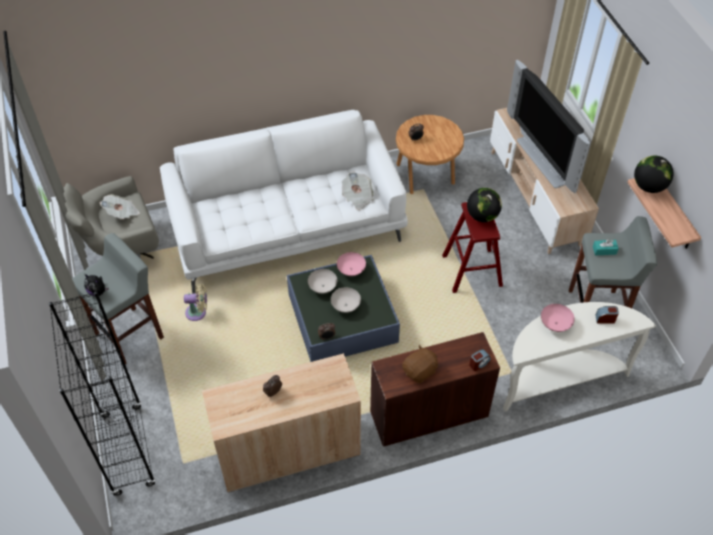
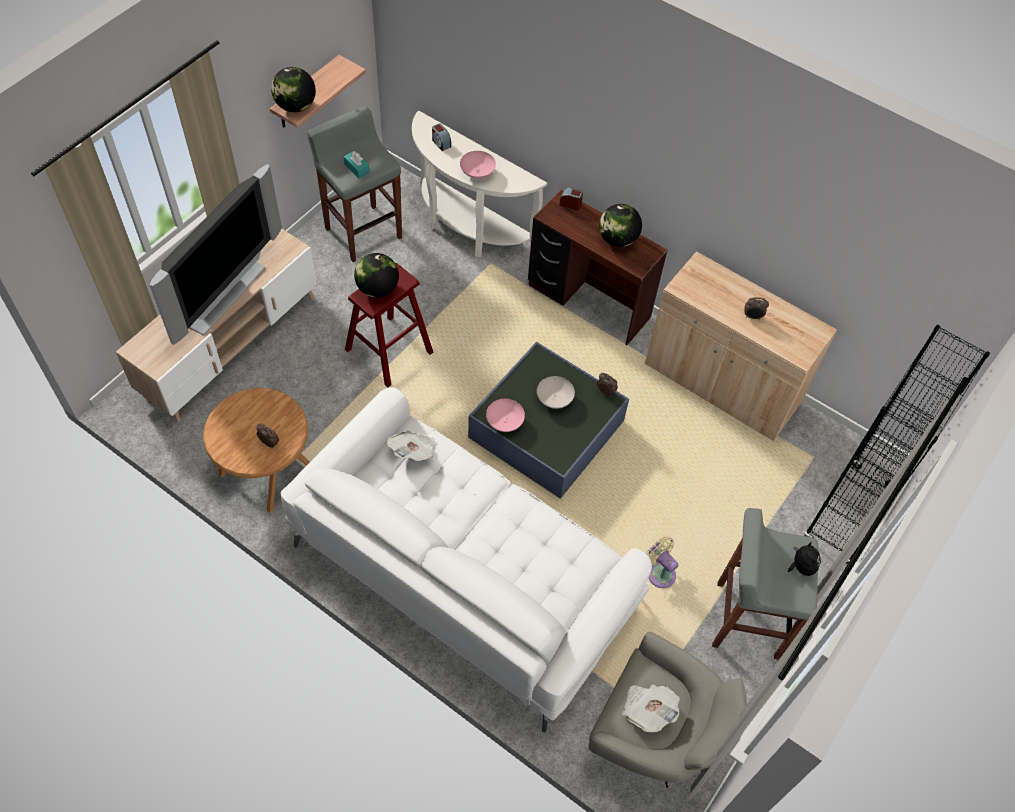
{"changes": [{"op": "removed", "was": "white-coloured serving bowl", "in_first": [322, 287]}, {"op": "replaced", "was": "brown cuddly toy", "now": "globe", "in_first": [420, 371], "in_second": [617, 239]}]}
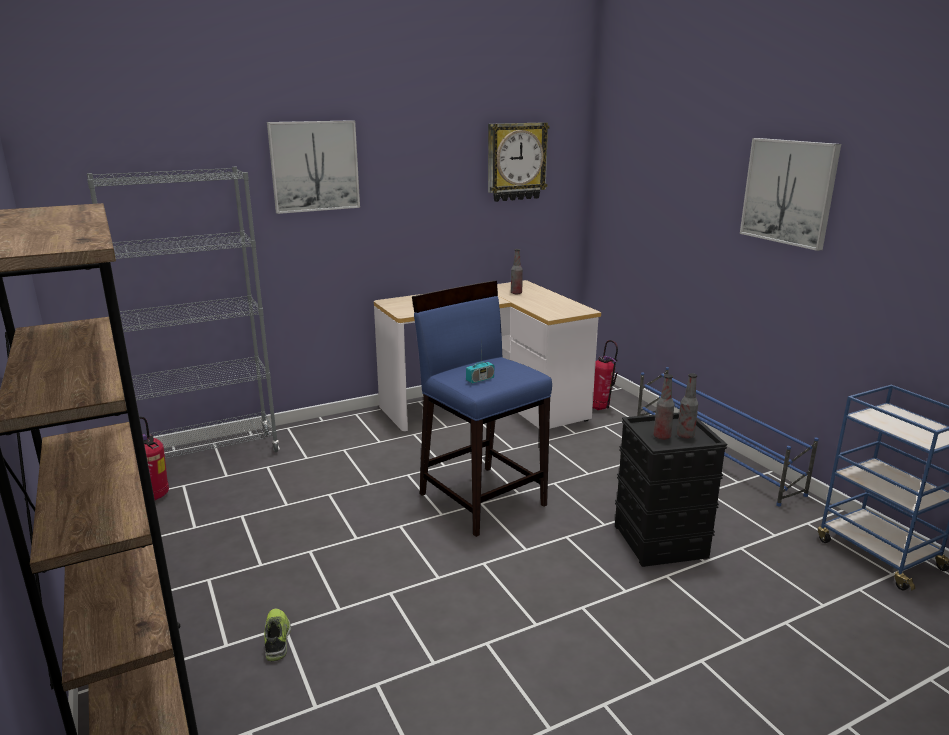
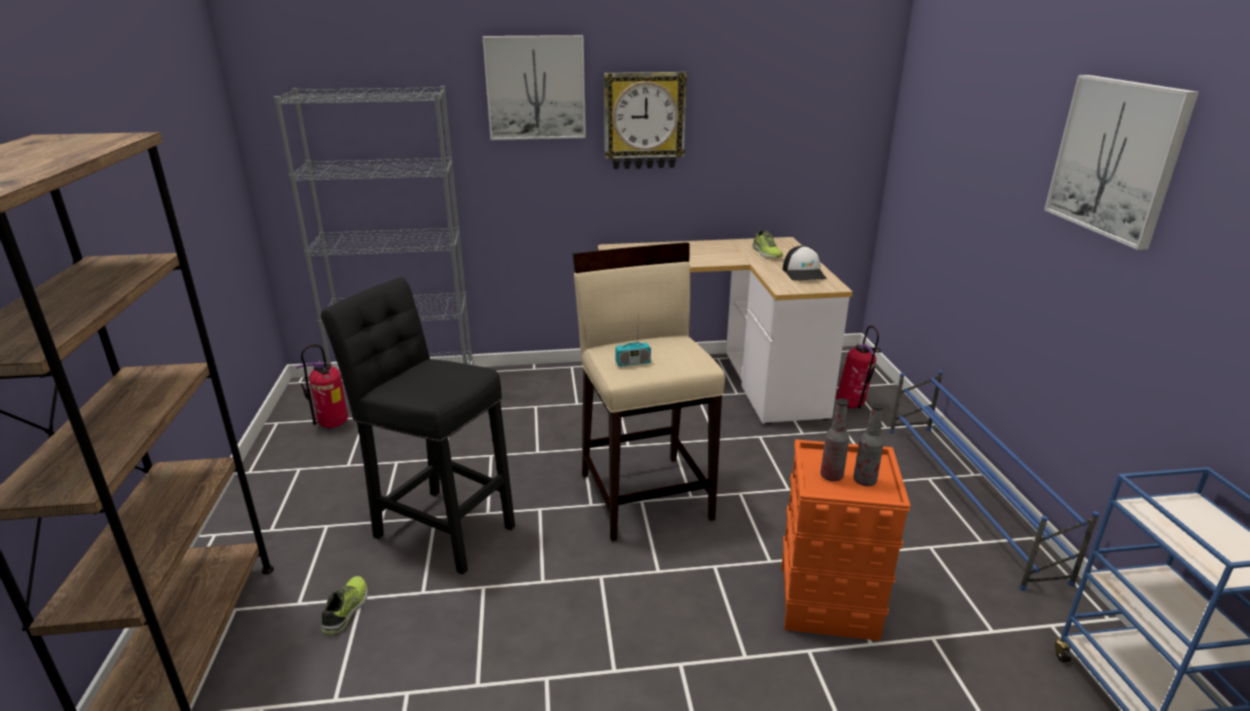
{"changes": [{"op": "added", "now": "black-coloured stool seat", "in_second": [440, 527]}, {"op": "added", "now": "baseball cap", "in_second": [804, 273]}, {"op": "moved", "was": "clock on the wall", "in_first": [516, 161], "in_second": [644, 121]}, {"op": "replaced", "was": "drink bottle", "now": "item of footwear", "in_first": [516, 293], "in_second": [766, 253]}, {"op": "recoloured", "was": "blue-coloured stool seat", "now": "beige stool seat", "in_first": [482, 498], "in_second": [646, 495]}, {"op": "recoloured", "was": "black-coloured storage box", "now": "orange-coloured storage box", "in_first": [661, 542], "in_second": [829, 602]}]}
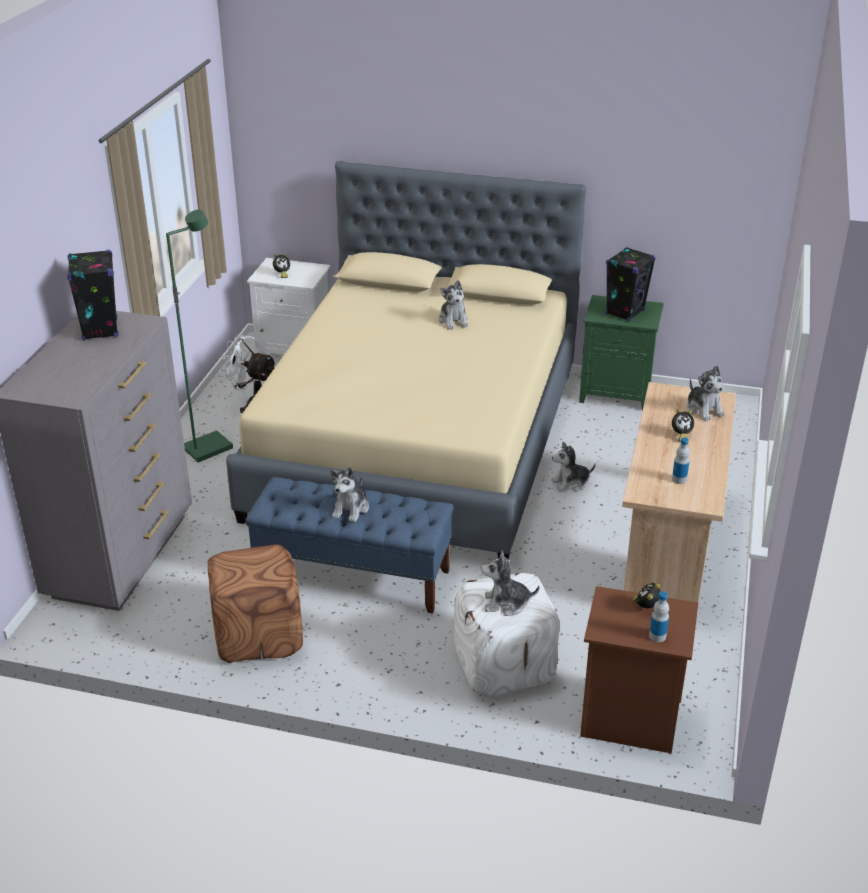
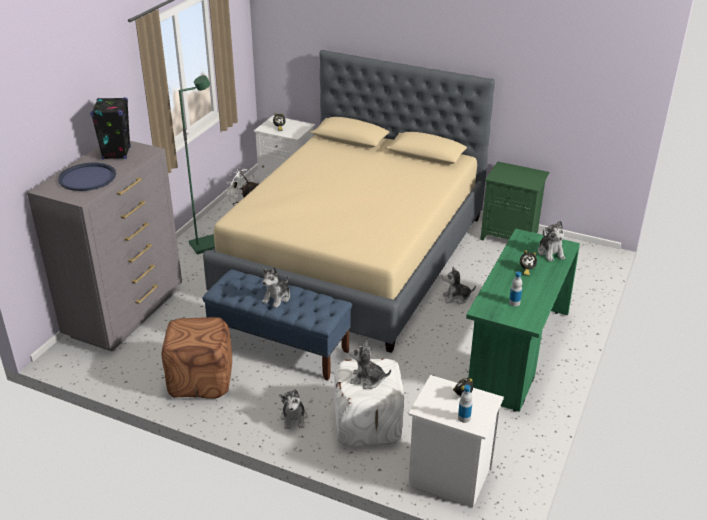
{"changes": [{"op": "removed", "was": "black-coloured loudspeaker", "in_first": [625, 312]}, {"op": "added", "now": "blue-coloured tray", "in_second": [87, 178]}, {"op": "moved", "was": "cuddly toy", "in_first": [453, 320], "in_second": [294, 418]}, {"op": "recoloured", "was": "brown night table", "now": "white-coloured night table", "in_first": [628, 719], "in_second": [447, 477]}, {"op": "recoloured", "was": "beige desk", "now": "green desk", "in_first": [669, 547], "in_second": [516, 353]}]}
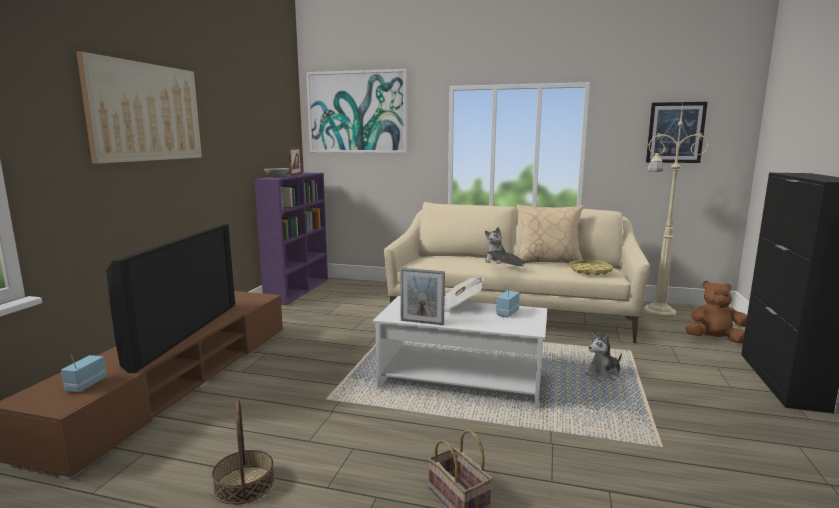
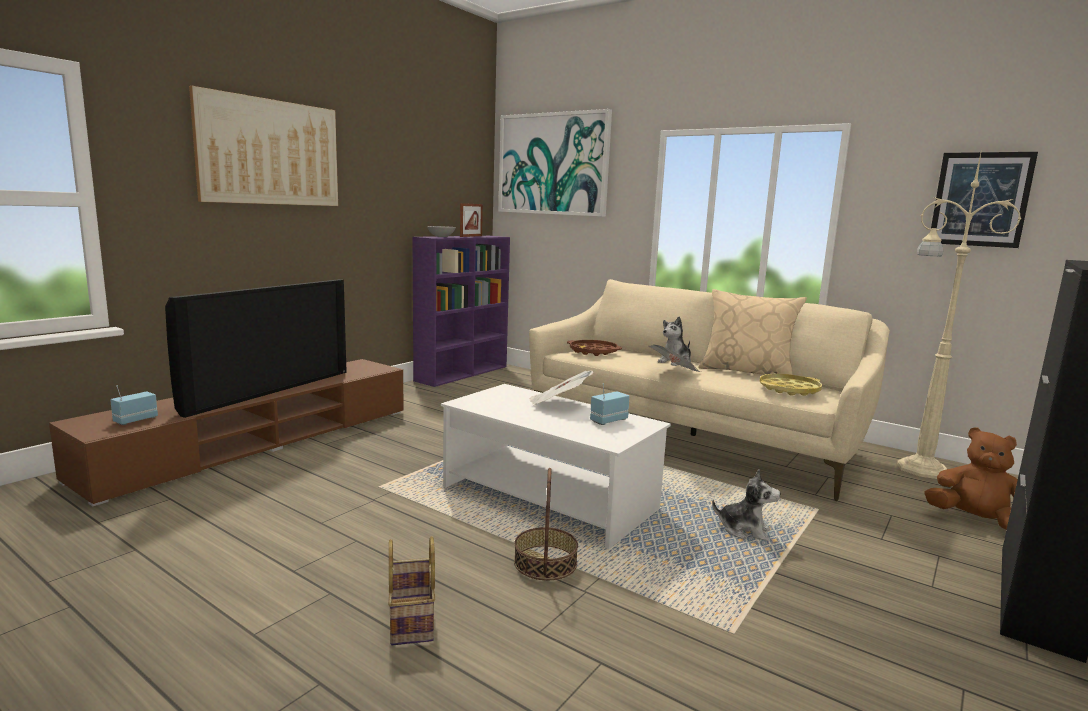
{"changes": [{"op": "removed", "was": "photo frame", "in_first": [422, 322]}, {"op": "added", "now": "brown tray", "in_second": [593, 352]}, {"op": "moved", "was": "storage basket", "in_first": [244, 484], "in_second": [545, 562]}, {"op": "turned", "was": "cuddly toy", "in_first": [603, 374], "in_second": [744, 530], "clockwise": -150}]}
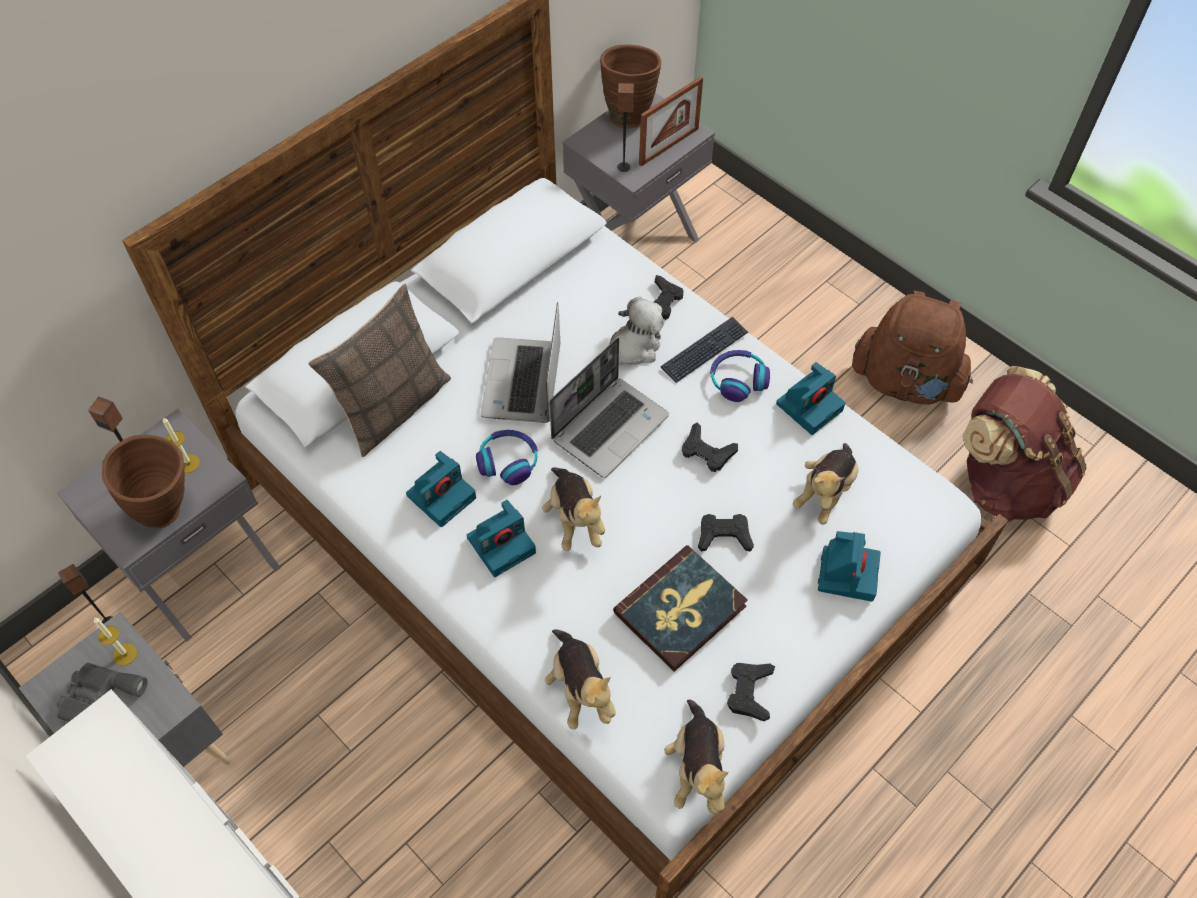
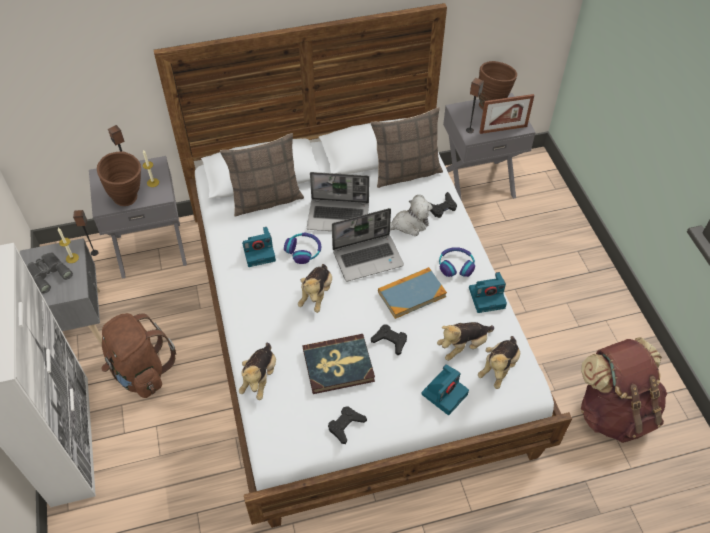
{"changes": [{"op": "removed", "was": "photo camera", "in_first": [502, 544]}, {"op": "removed", "was": "keyboard", "in_first": [704, 351]}, {"op": "added", "now": "cushion", "in_second": [406, 172]}, {"op": "moved", "was": "cuddly toy", "in_first": [697, 768], "in_second": [499, 368]}, {"op": "moved", "was": "brown rucksack", "in_first": [905, 382], "in_second": [141, 371]}, {"op": "replaced", "was": "black-coloured gamepad", "now": "bound book", "in_first": [707, 451], "in_second": [411, 294]}, {"op": "turned", "was": "laptop", "in_first": [523, 383], "in_second": [339, 216], "clockwise": -120}]}
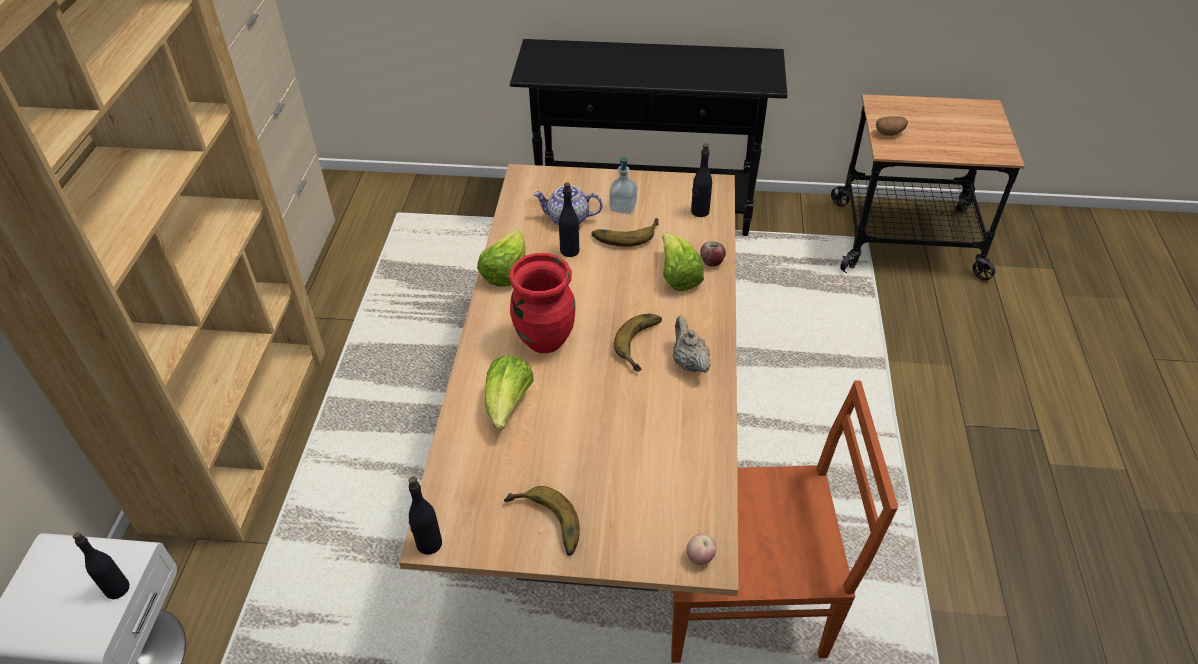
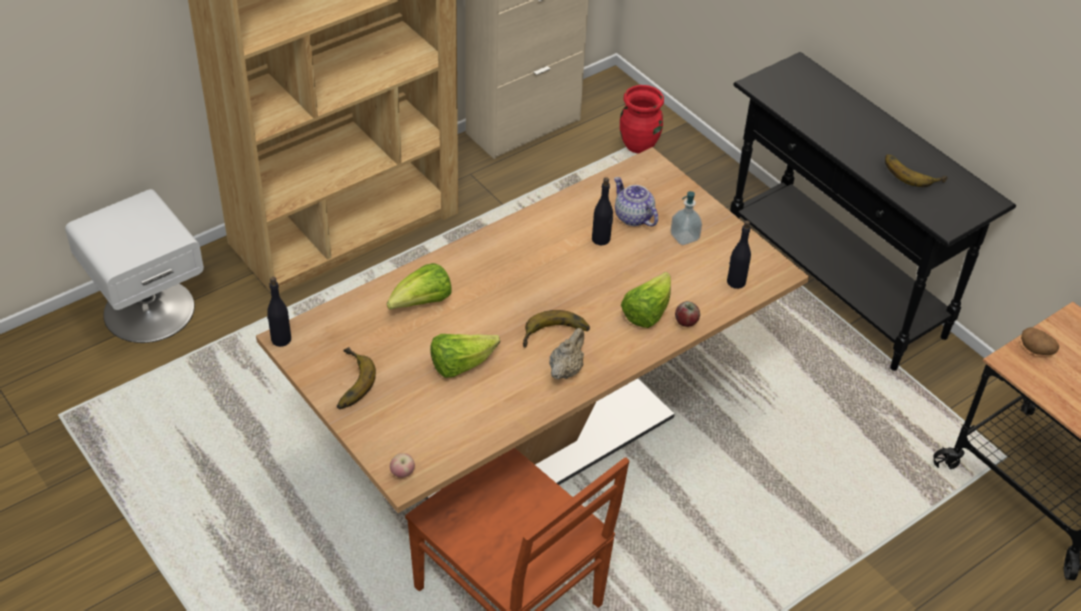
{"changes": [{"op": "removed", "was": "black-coloured drink bottle", "in_first": [117, 588]}, {"op": "moved", "was": "lettuce", "in_first": [506, 272], "in_second": [460, 365]}, {"op": "moved", "was": "red-coloured flower vase", "in_first": [545, 339], "in_second": [639, 146]}, {"op": "moved", "was": "banana", "in_first": [625, 233], "in_second": [912, 172]}]}
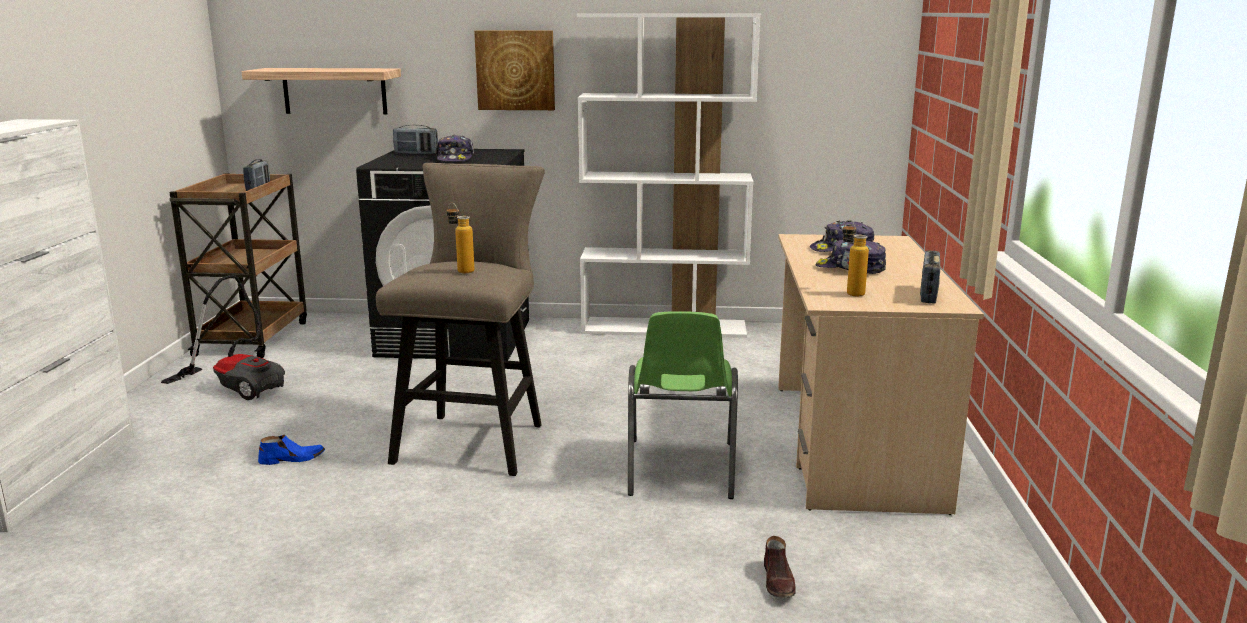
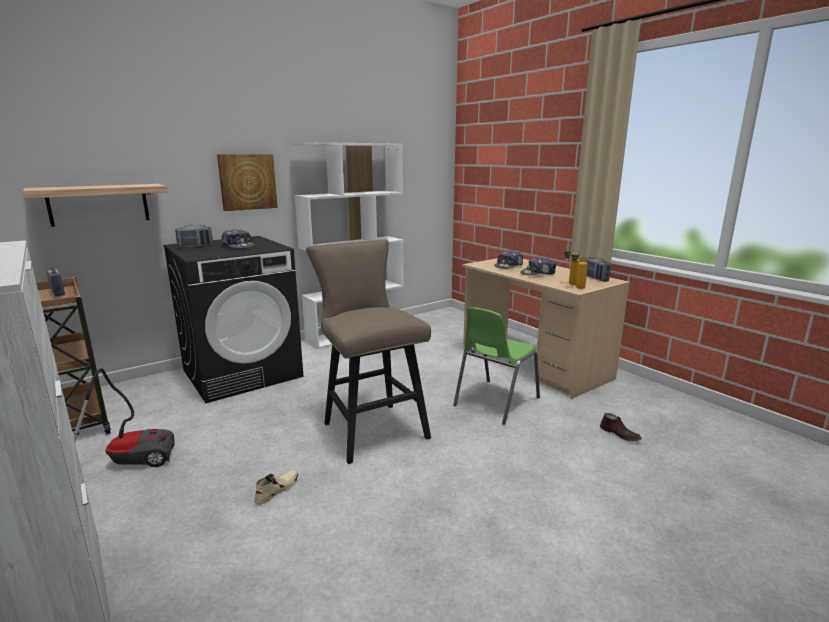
{"changes": [{"op": "moved", "was": "drink bottle", "in_first": [461, 270], "in_second": [576, 287]}, {"op": "recoloured", "was": "blue-coloured item of footwear", "now": "beige item of footwear", "in_first": [292, 459], "in_second": [276, 490]}, {"op": "turned", "was": "green upright chair", "in_first": [680, 469], "in_second": [495, 402], "clockwise": 75}]}
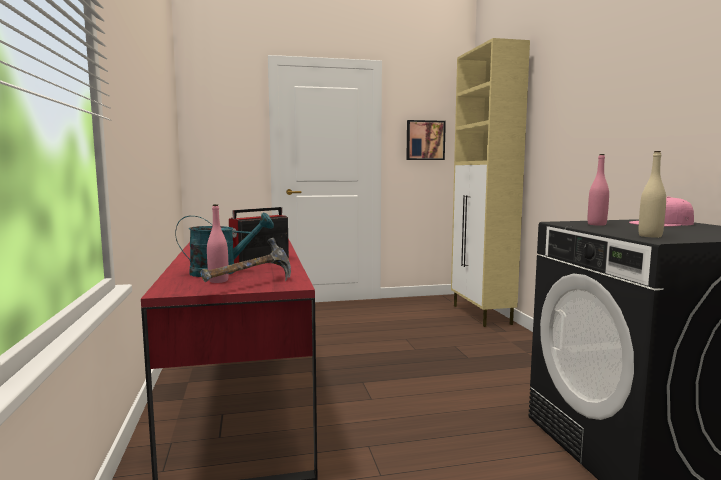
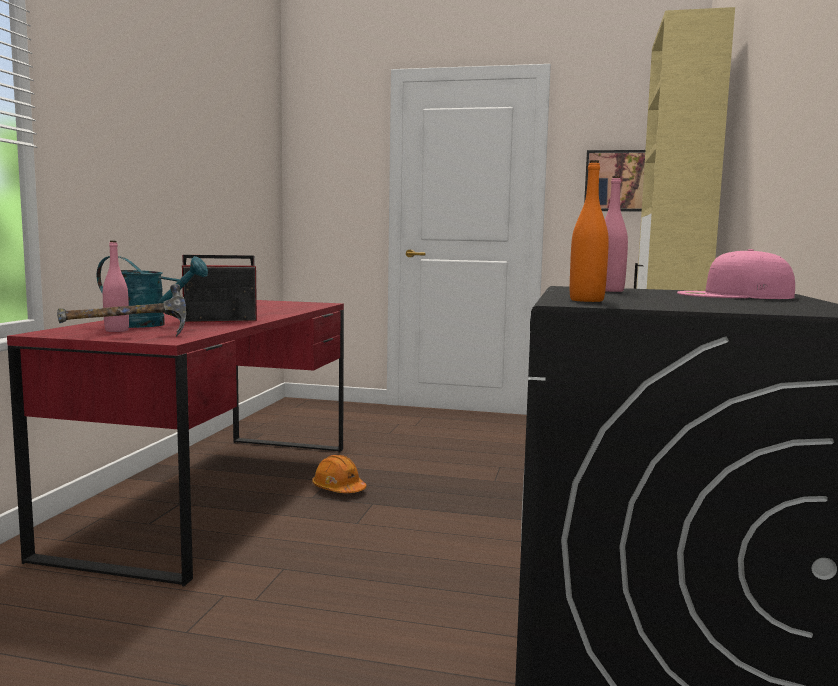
{"changes": [{"op": "added", "now": "orange-coloured safety helmet", "in_second": [338, 489]}, {"op": "recoloured", "was": "beige drink bottle", "now": "orange-coloured drink bottle", "in_first": [650, 236], "in_second": [586, 300]}]}
